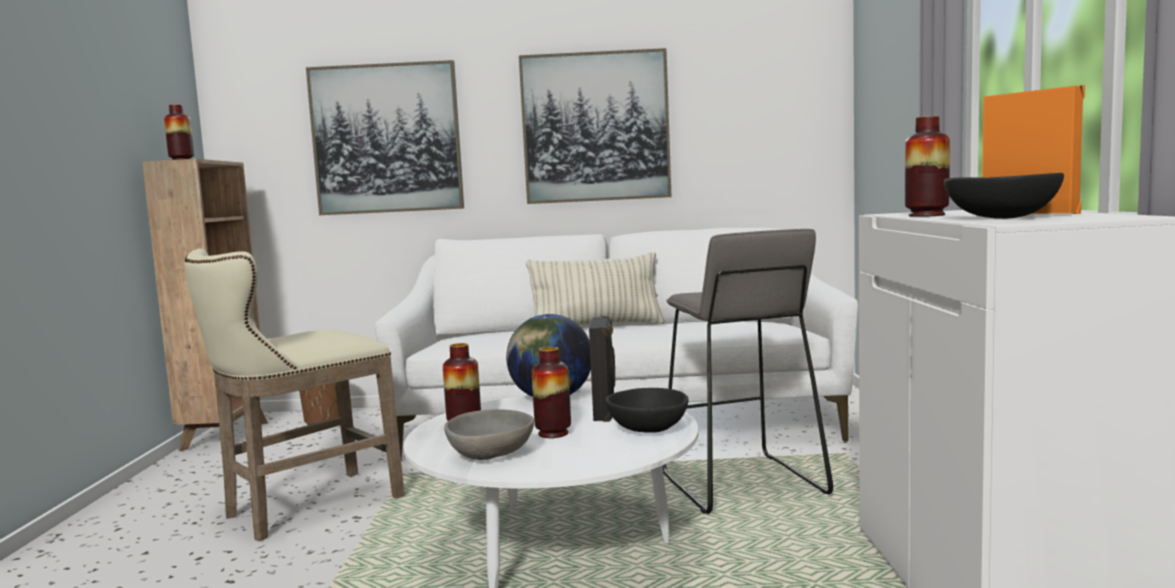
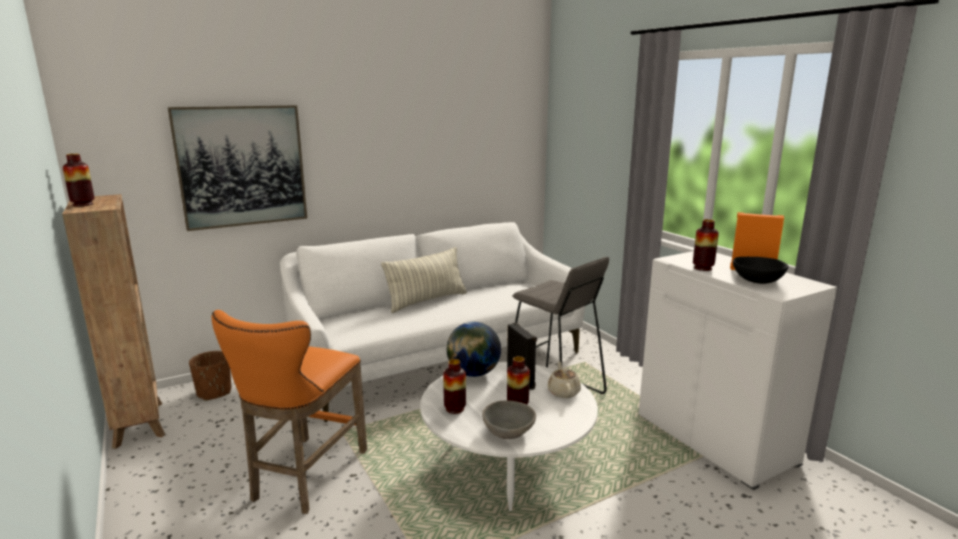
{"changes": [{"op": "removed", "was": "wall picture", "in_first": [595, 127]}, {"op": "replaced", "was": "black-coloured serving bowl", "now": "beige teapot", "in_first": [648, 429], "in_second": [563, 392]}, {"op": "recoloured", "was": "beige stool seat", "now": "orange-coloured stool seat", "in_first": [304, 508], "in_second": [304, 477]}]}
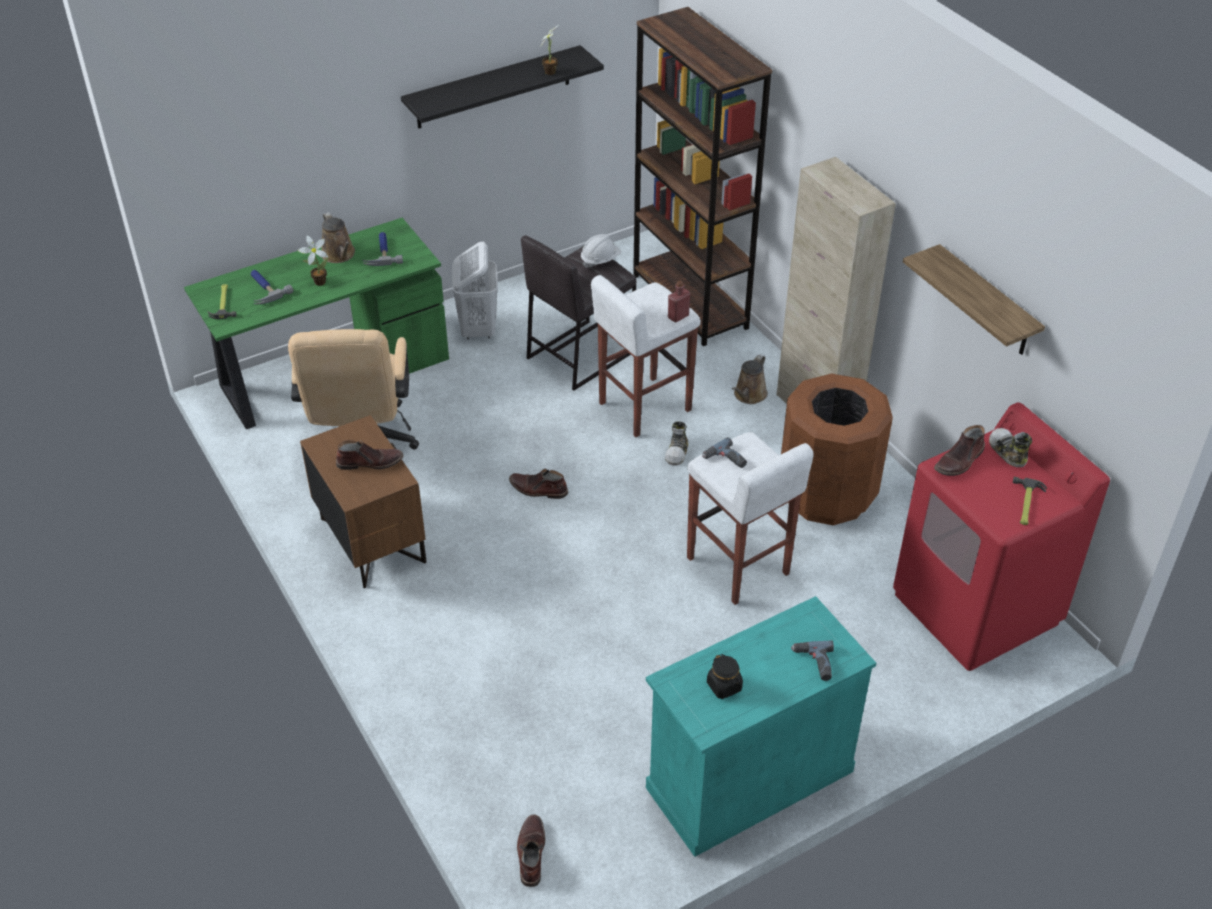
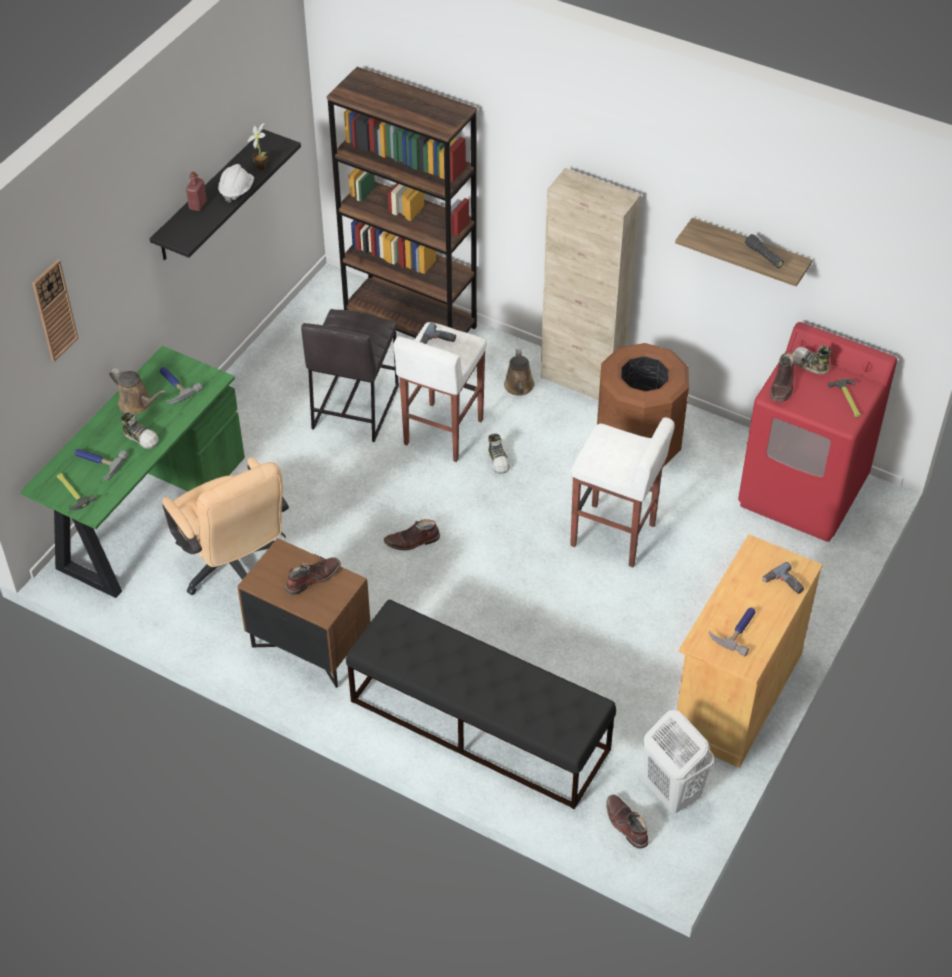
{"changes": [{"op": "added", "now": "clock on the wall", "in_second": [54, 310]}, {"op": "added", "now": "black-coloured indoor bench", "in_second": [478, 725]}, {"op": "added", "now": "black-coloured torch", "in_second": [764, 256]}, {"op": "moved", "was": "white-coloured washing basket", "in_first": [478, 329], "in_second": [671, 792]}, {"op": "moved", "was": "white-coloured safety helmet", "in_first": [600, 260], "in_second": [236, 190]}, {"op": "moved", "was": "red-coloured drink bottle", "in_first": [678, 316], "in_second": [198, 205]}, {"op": "moved", "was": "power drill", "in_first": [725, 460], "in_second": [438, 341]}, {"op": "replaced", "was": "plant in a pot", "now": "item of footwear", "in_first": [318, 282], "in_second": [141, 437]}, {"op": "replaced", "was": "black-coloured preserve jar", "now": "tool hammer", "in_first": [724, 686], "in_second": [737, 630]}, {"op": "recoloured", "was": "turquoise cabinet", "now": "beige cabinet", "in_first": [749, 779], "in_second": [736, 694]}]}
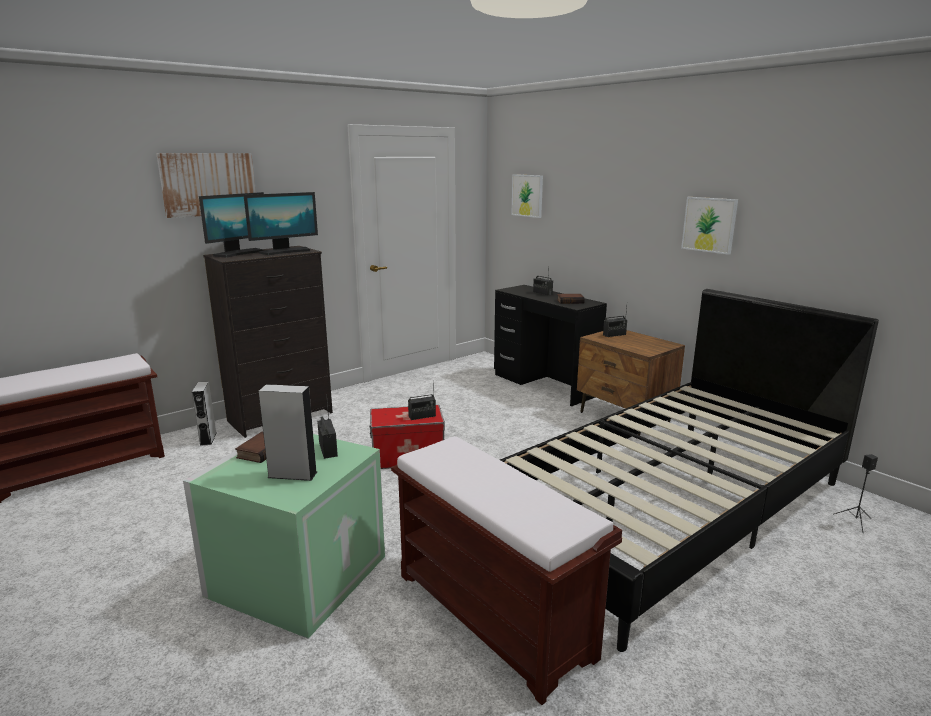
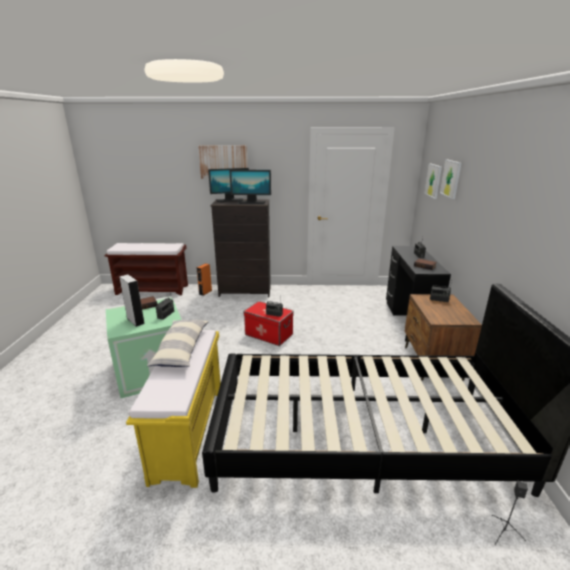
{"changes": [{"op": "added", "now": "cushion", "in_second": [181, 349]}, {"op": "moved", "was": "wall picture", "in_first": [709, 224], "in_second": [451, 178]}, {"op": "recoloured", "was": "gray loudspeaker", "now": "orange-coloured loudspeaker", "in_first": [208, 439], "in_second": [205, 292]}, {"op": "recoloured", "was": "brown indoor bench", "now": "yellow-coloured indoor bench", "in_first": [494, 615], "in_second": [189, 434]}]}
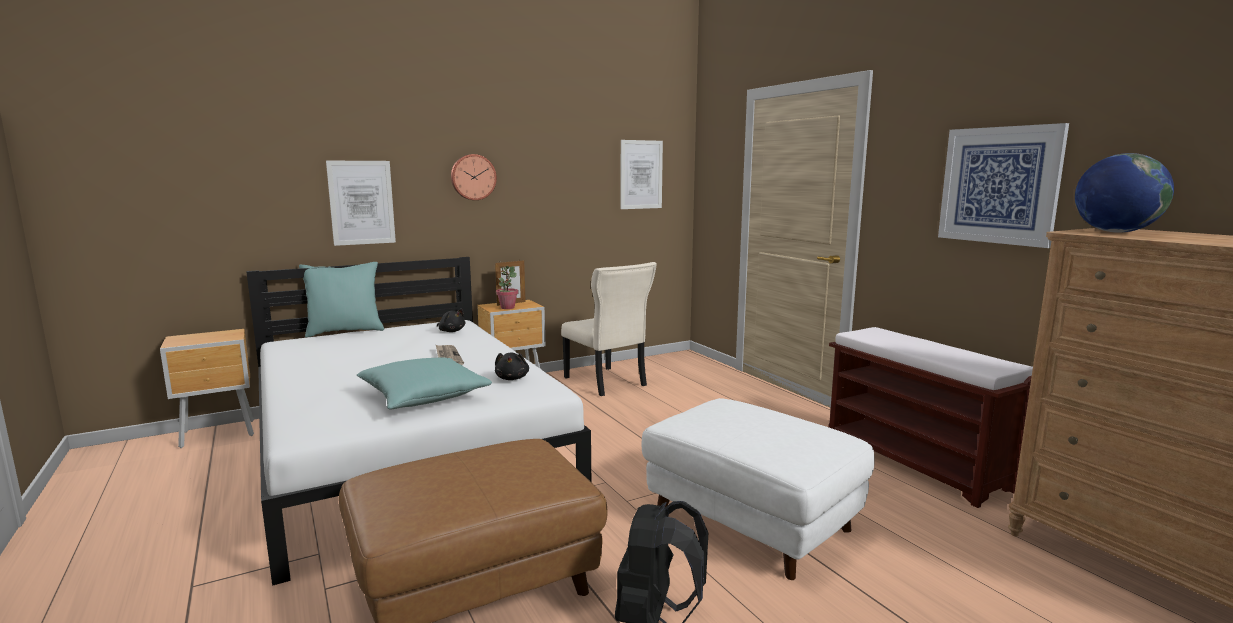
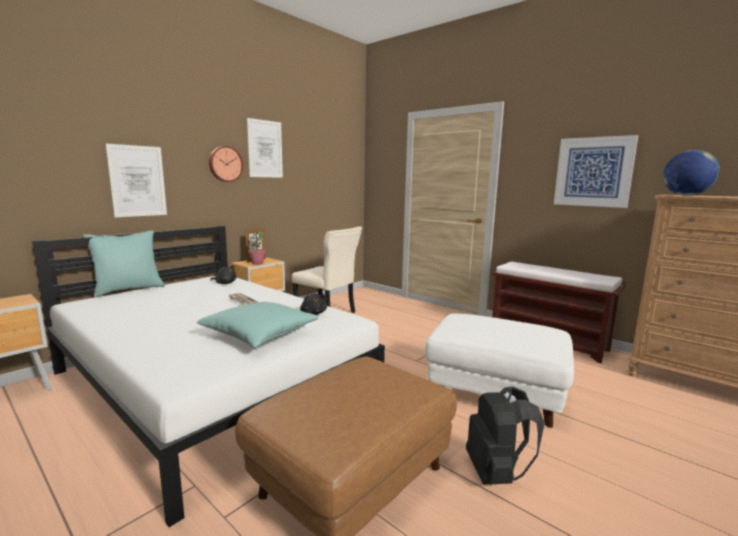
{"changes": [{"op": "moved", "was": "wall picture", "in_first": [641, 174], "in_second": [265, 149]}]}
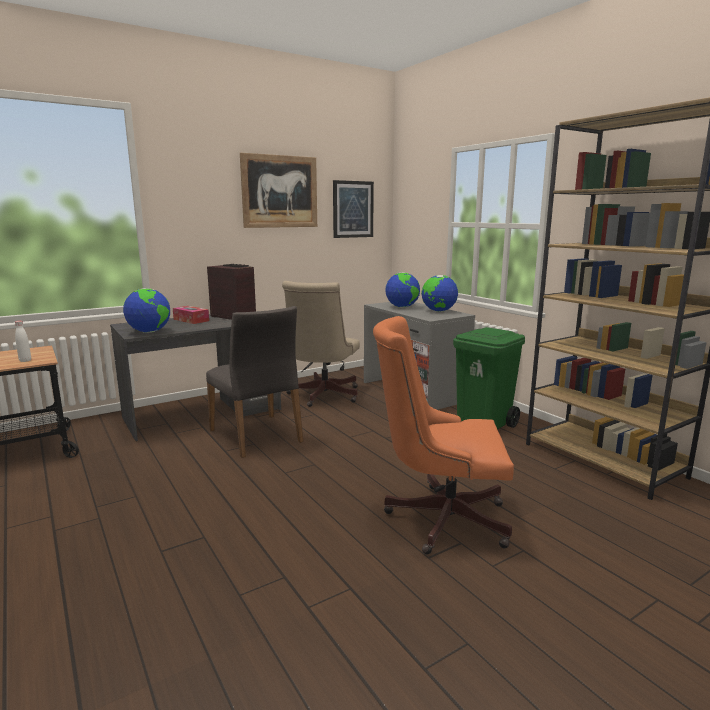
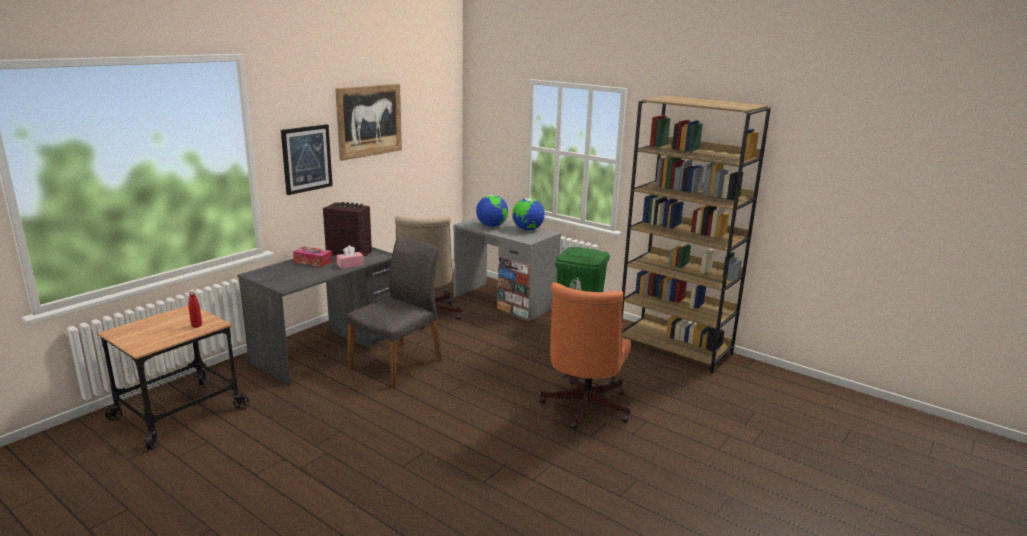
{"changes": [{"op": "removed", "was": "globe", "in_first": [149, 332]}, {"op": "added", "now": "pinkish box of tissues", "in_second": [350, 264]}, {"op": "moved", "was": "wall picture", "in_first": [353, 209], "in_second": [306, 158]}, {"op": "recoloured", "was": "white-coloured drink bottle", "now": "red-coloured drink bottle", "in_first": [25, 360], "in_second": [196, 326]}, {"op": "turned", "was": "gray upright chair", "in_first": [257, 435], "in_second": [397, 363], "clockwise": -90}, {"op": "turned", "was": "orange-coloured desk chair", "in_first": [439, 518], "in_second": [583, 408], "clockwise": -60}]}
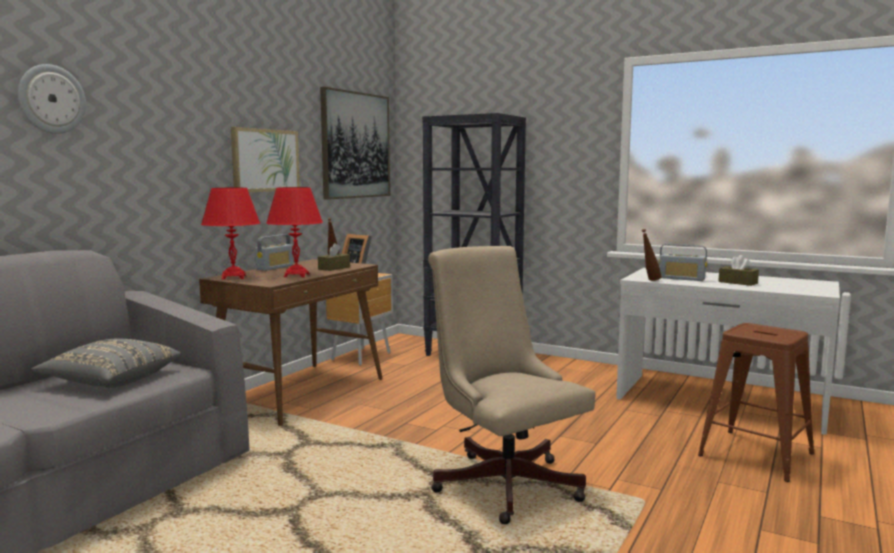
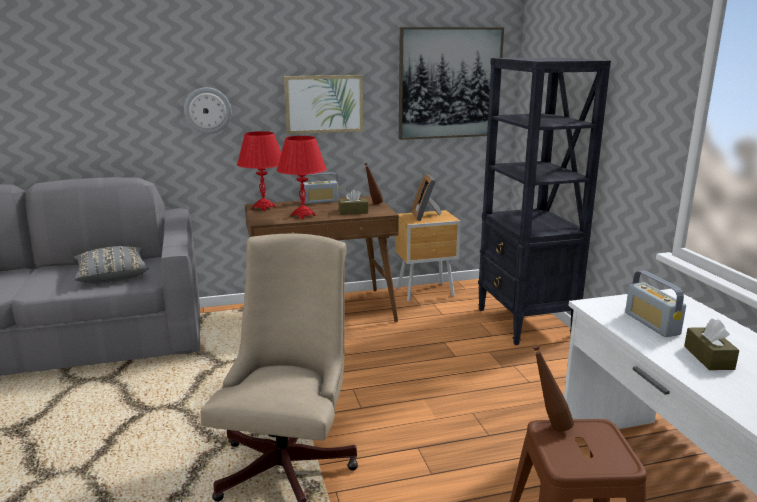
{"changes": [{"op": "moved", "was": "clock on the wall", "in_first": [51, 99], "in_second": [207, 110]}, {"op": "moved", "was": "brown drink bottle", "in_first": [649, 280], "in_second": [549, 426]}]}
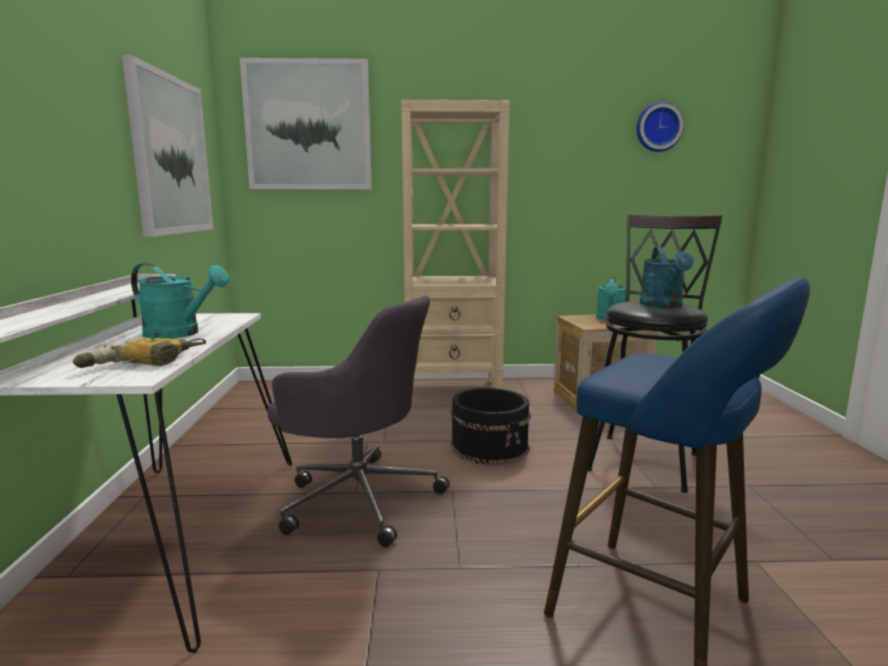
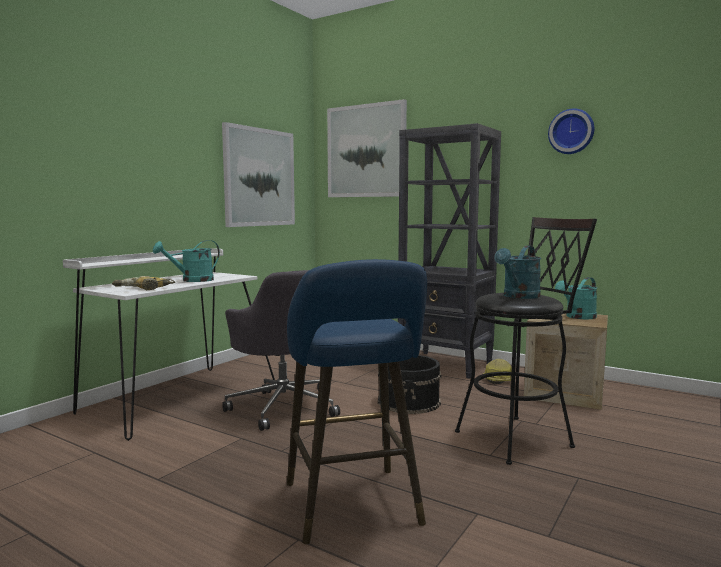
{"changes": [{"op": "added", "now": "safety helmet", "in_second": [499, 379]}, {"op": "moved", "was": "clock on the wall", "in_first": [658, 127], "in_second": [571, 132]}, {"op": "recoloured", "was": "beige shelving unit", "now": "black-coloured shelving unit", "in_first": [453, 391], "in_second": [446, 365]}, {"op": "turned", "was": "turquoise watering pot", "in_first": [180, 334], "in_second": [192, 280], "clockwise": 90}]}
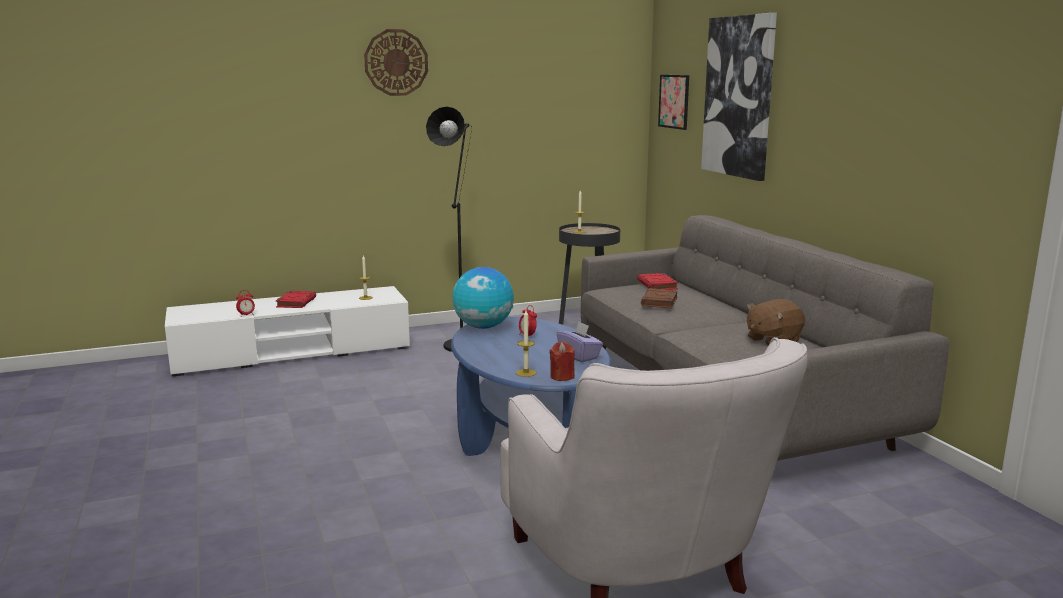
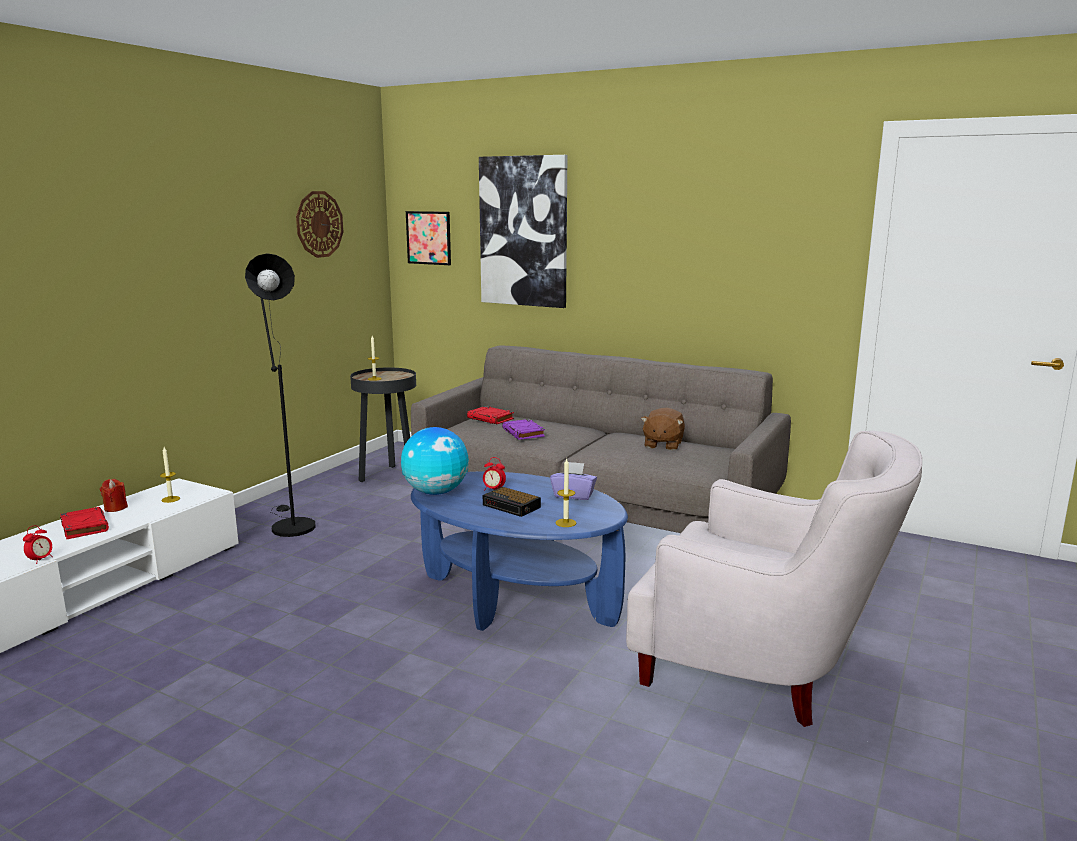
{"changes": [{"op": "added", "now": "alarm clock", "in_second": [512, 506]}, {"op": "moved", "was": "clock on the wall", "in_first": [396, 62], "in_second": [319, 224]}, {"op": "moved", "was": "red-coloured candle", "in_first": [562, 376], "in_second": [115, 508]}, {"op": "recoloured", "was": "brown bound book", "now": "purple-coloured bound book", "in_first": [659, 302], "in_second": [524, 433]}]}
